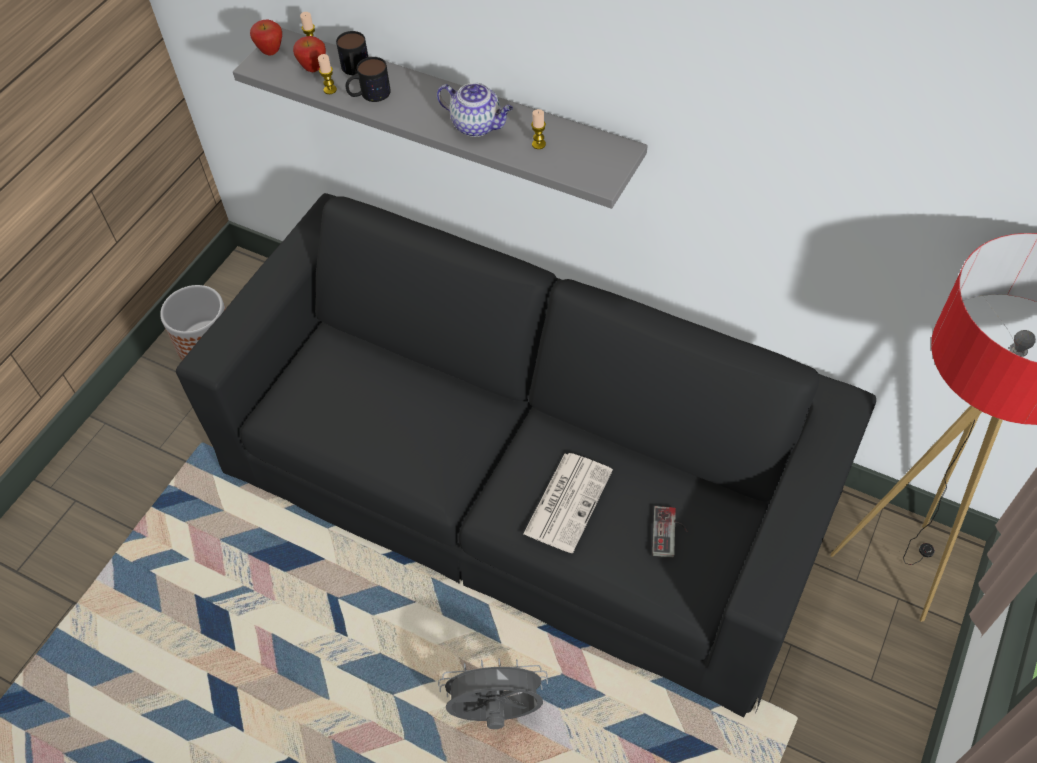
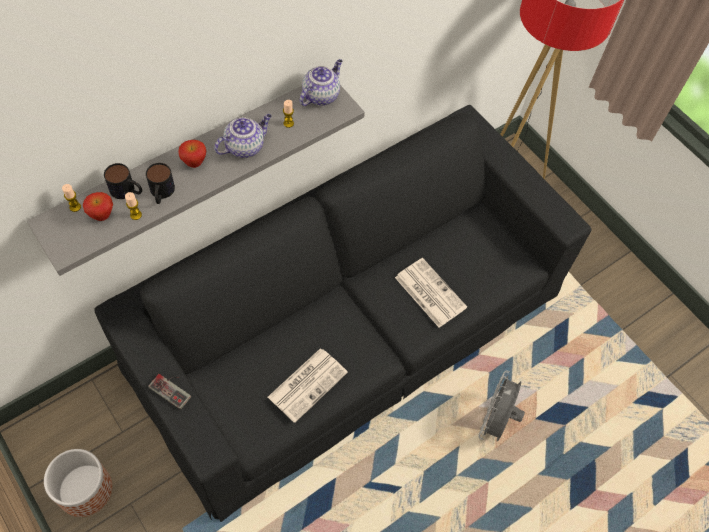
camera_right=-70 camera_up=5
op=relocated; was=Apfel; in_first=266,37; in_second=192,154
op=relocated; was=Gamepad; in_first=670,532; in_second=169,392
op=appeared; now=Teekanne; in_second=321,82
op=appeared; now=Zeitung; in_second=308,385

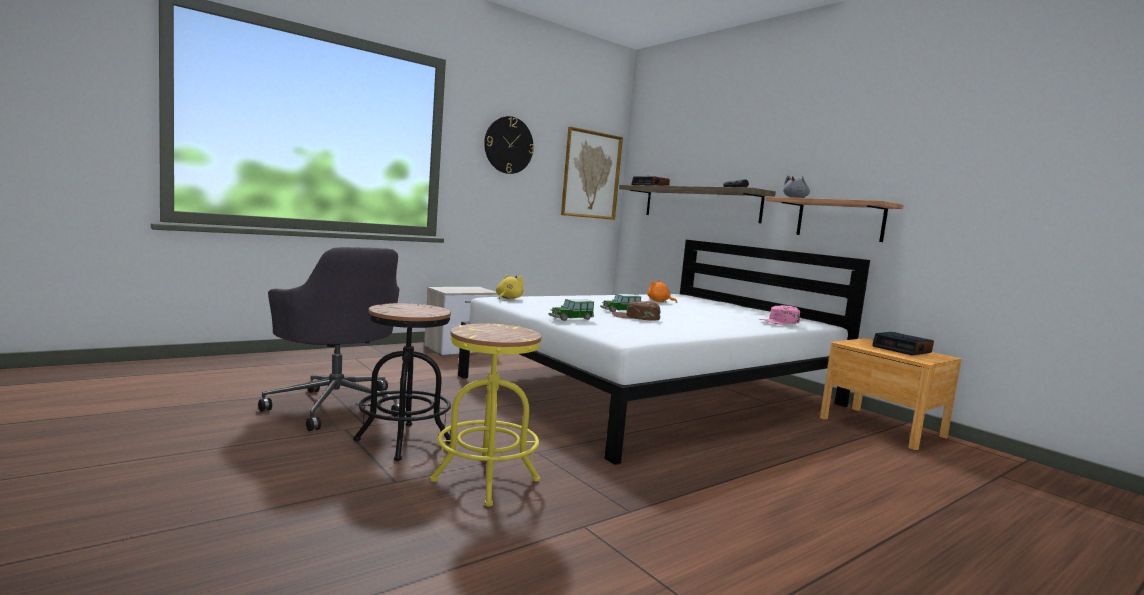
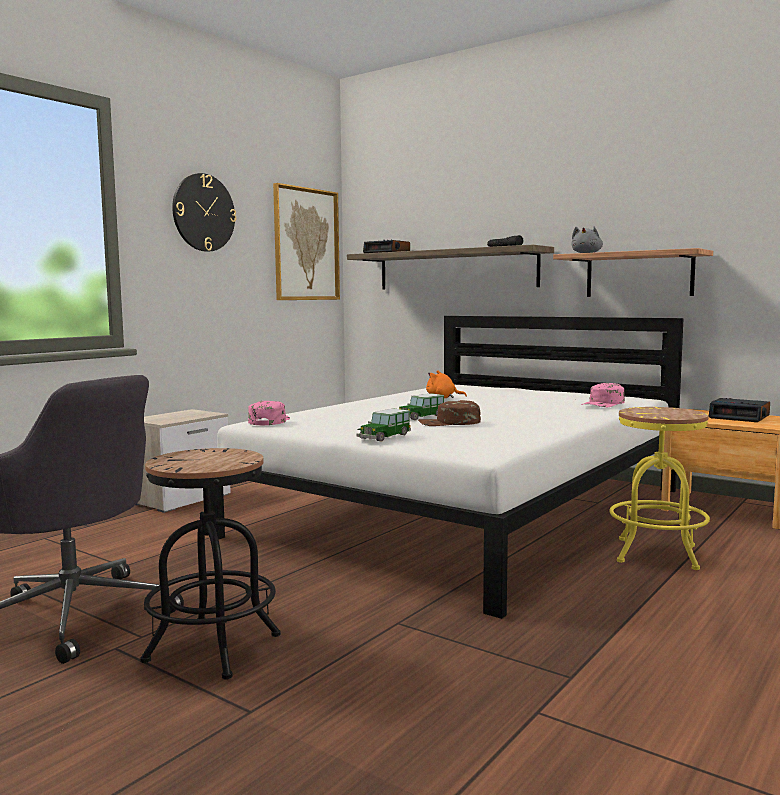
camera_right=-15 camera_up=0
op=exchanged; was=Plüschtier [gelb]; now=Kappe [rosa]; in_first=509,286; in_second=269,413
op=relocated; was=Hocker [gelb]; in_first=486,415; in_second=659,488

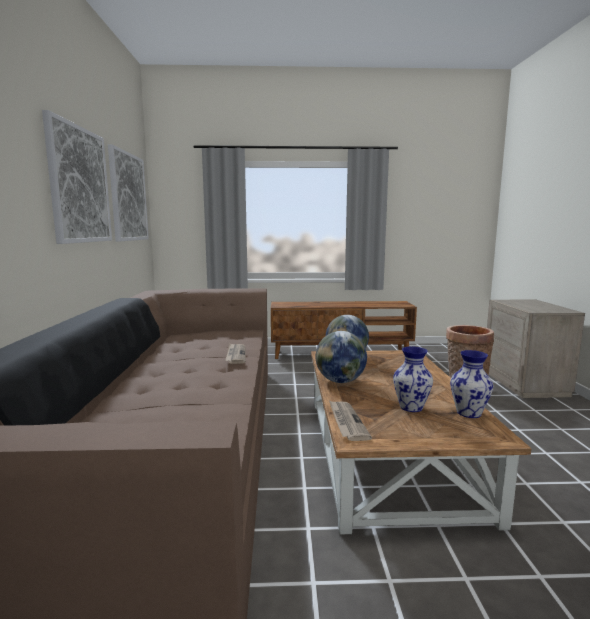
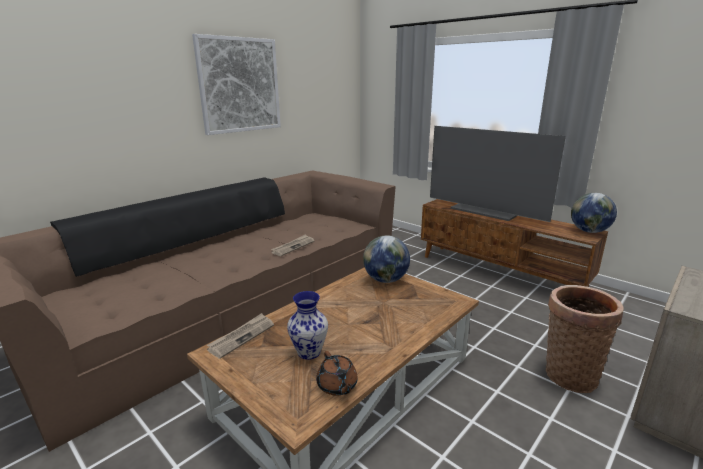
camera_right=45 camera_up=10
op=missing; was=Bild; in_first=128,192
op=relocated; was=Globus; in_first=341,357; in_second=594,213
op=exchanged; was=Vase; now=Teekanne [braun]; in_first=471,384; in_second=337,373
op=appeared; now=Fernseher; in_second=498,174

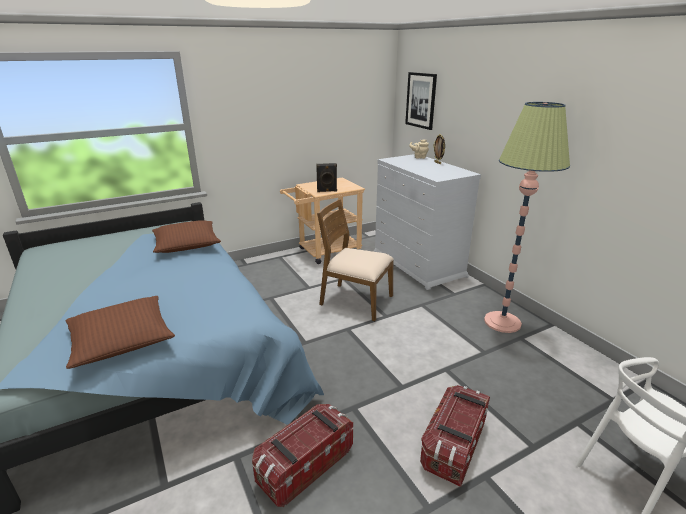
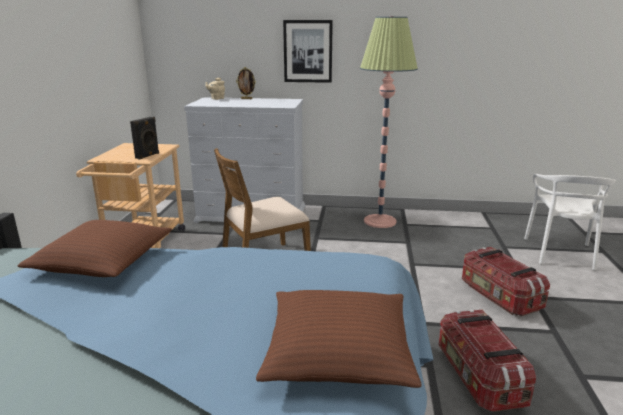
camera_right=-55 camera_up=-5
op=relocated; was=Bild; in_first=421,101; in_second=308,51

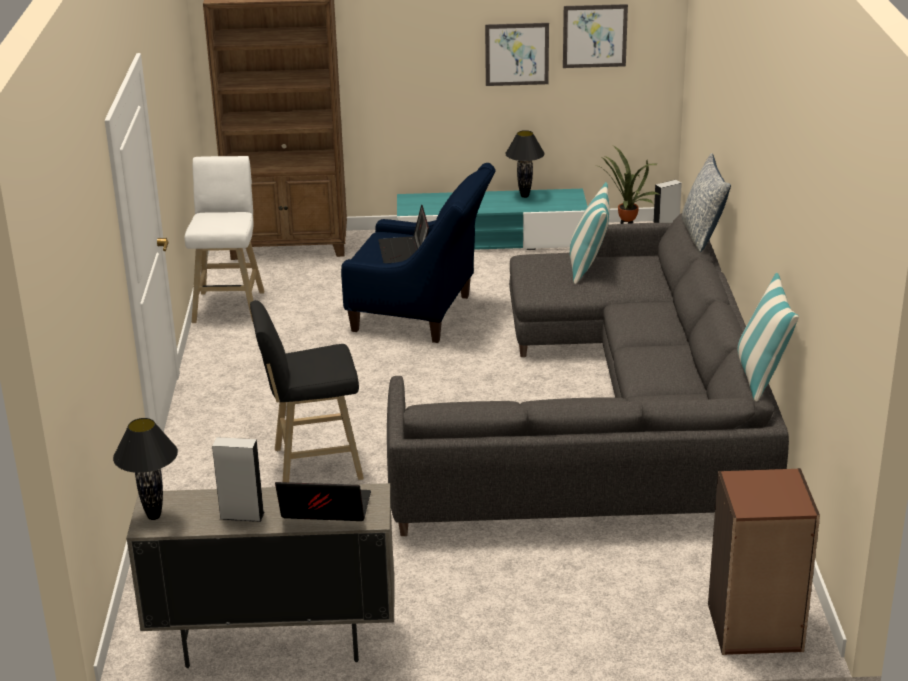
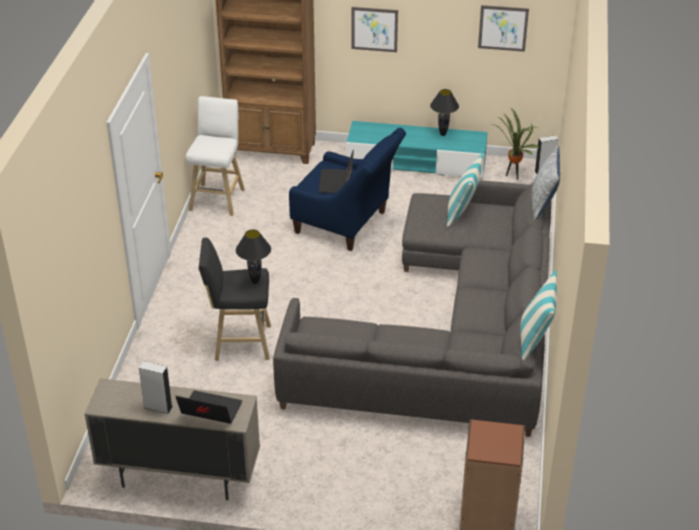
camera_right=10 camera_up=10
op=relocated; was=Bild; in_first=517,54; in_second=375,29
op=relocated; was=Tischlampe [schwarz]; in_first=145,469; in_second=253,257

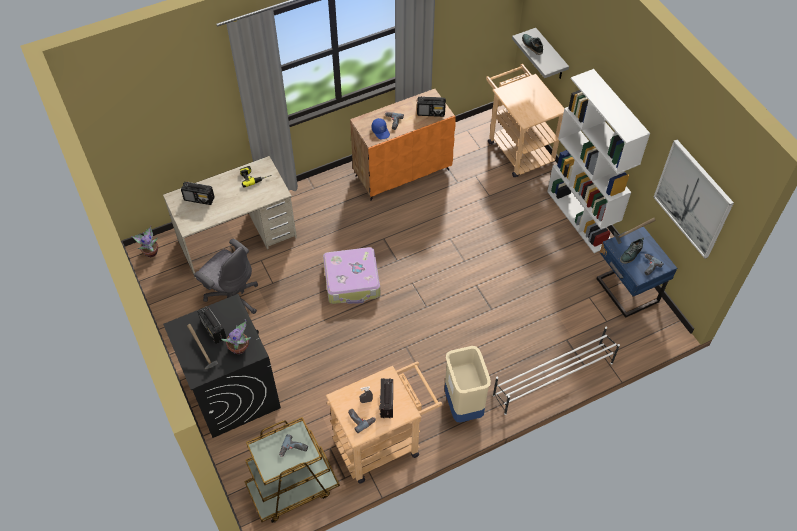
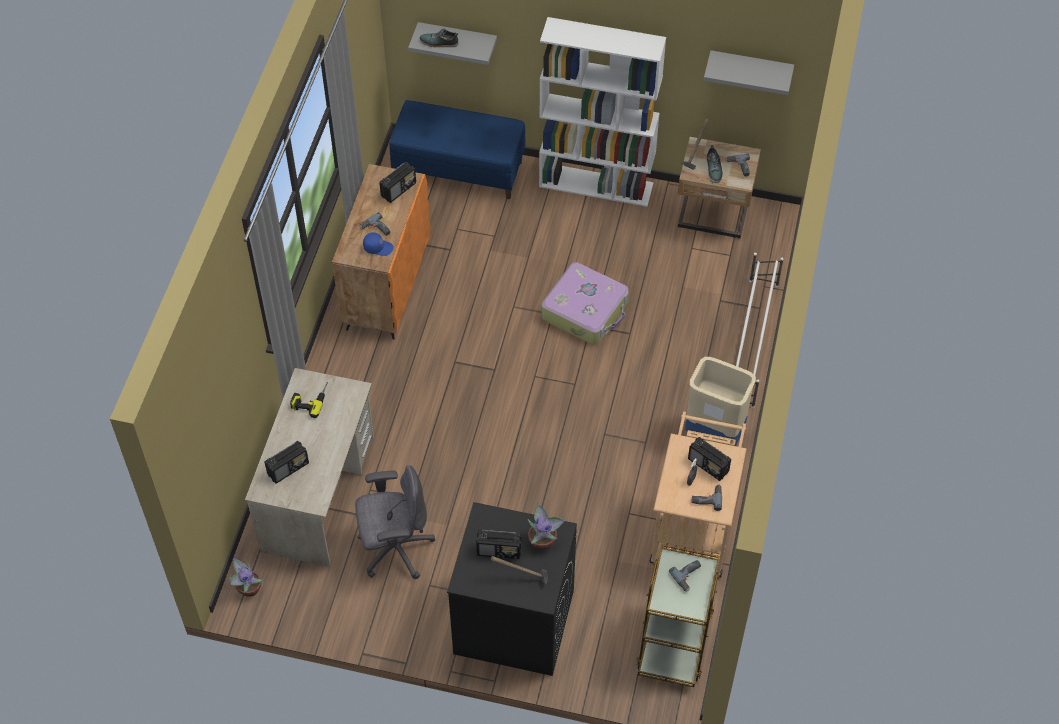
camera_right=-50 camera_up=0
op=exchanged; was=Rollwagen [beige]; now=Bank [blau]; in_first=525,121; in_second=457,149
op=exchanged; was=Bild; now=Wandregal [grau]; in_first=693,199; in_second=749,72
op=colour; was=Nachttisch [blau]; now=Nachttisch [beige]; in_first=636,272; in_second=719,187
op=relocated; was=Koffer; in_first=351,275; in_second=585,303

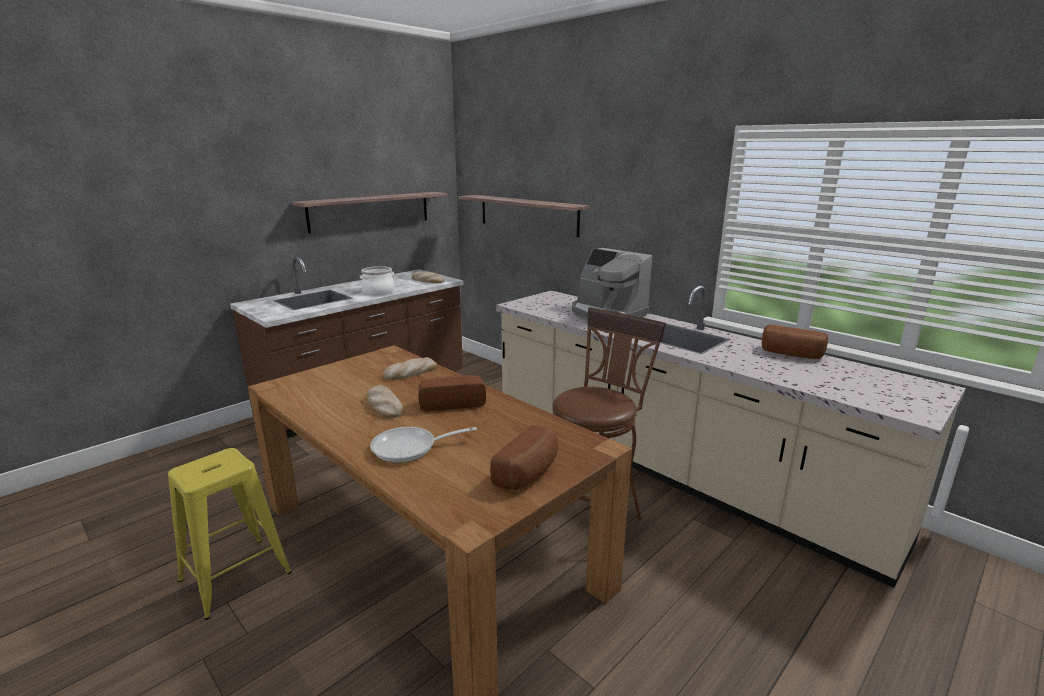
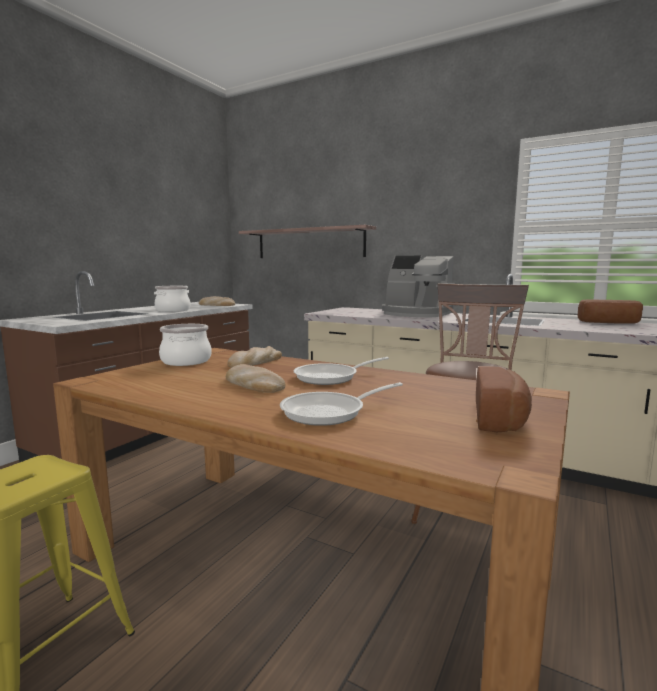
camera_right=-15 camera_up=-10
op=missing; was=Wandregal; in_first=369,213
op=exchanged; was=Brot; now=Pfanne; in_first=452,393; in_second=341,371
op=appeared; now=Kochtopf; in_second=185,345

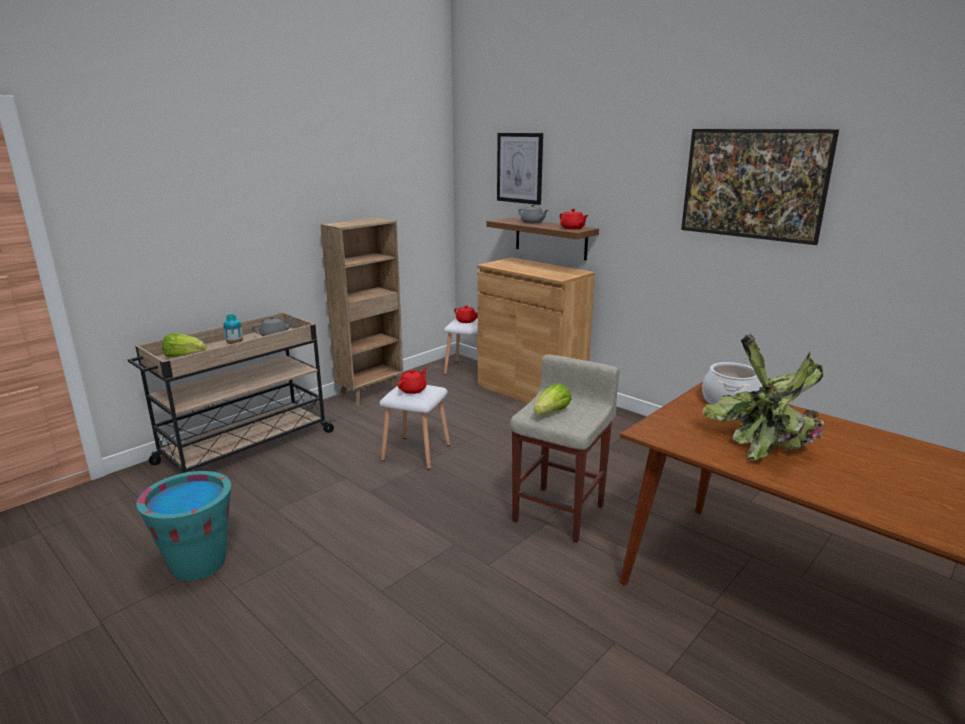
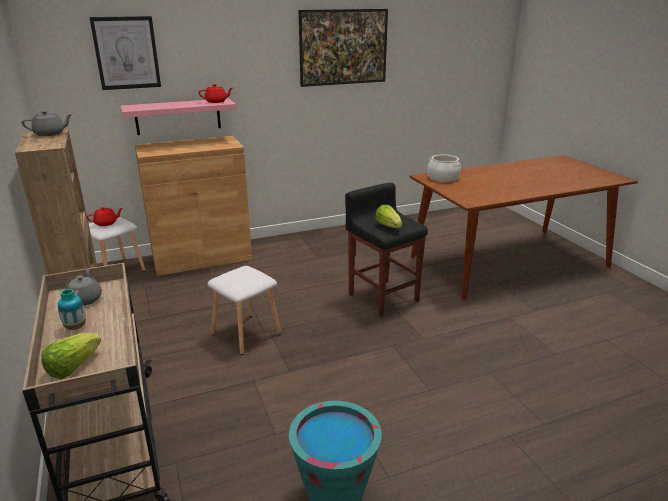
camera_right=-65 camera_up=5
op=relocated; was=Teekanne [grau]; in_first=533,214; in_second=47,123
op=colour; was=Wandregal [braun]; now=Wandregal [rosa]; in_first=542,239; in_second=178,116
op=missing; was=Topfpflanze; in_first=763,397
op=colour; was=Hocker [beige]; now=Hocker [schwarz]; in_first=565,449; in_second=386,250
op=missing; was=Teekanne [rot]; in_first=413,380

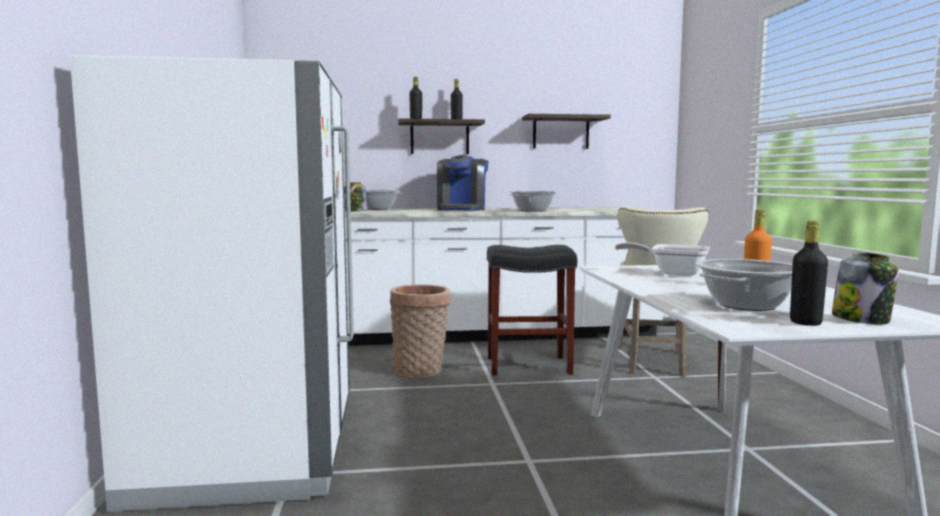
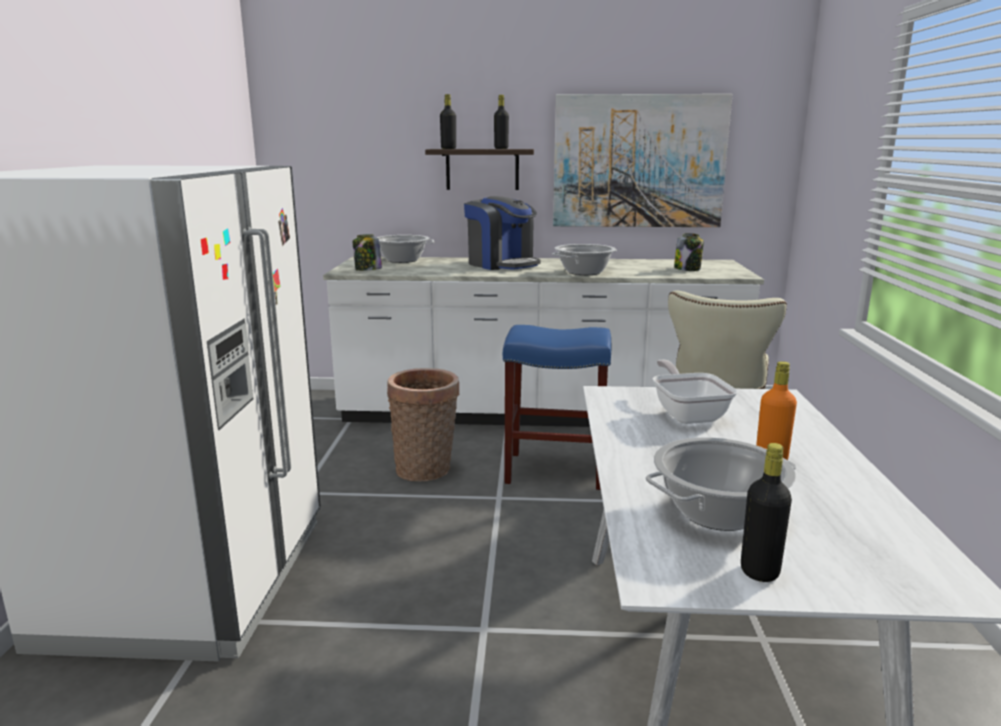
camera_right=10 camera_up=10
op=exchanged; was=Wandregal; now=Bild; in_first=566,131; in_second=643,160
op=spun; was=Kaffeemaschine; in_first=462,183; in_second=502,233; clockwise=-60
op=spun; was=Pfanne; in_first=662,259; in_second=695,392; clockwise=45
op=colour; was=Hocker [schwarz]; now=Hocker [blau]; in_first=532,310; in_second=557,407
op=relocated; was=Vorratsglas; in_first=865,288; in_second=689,252

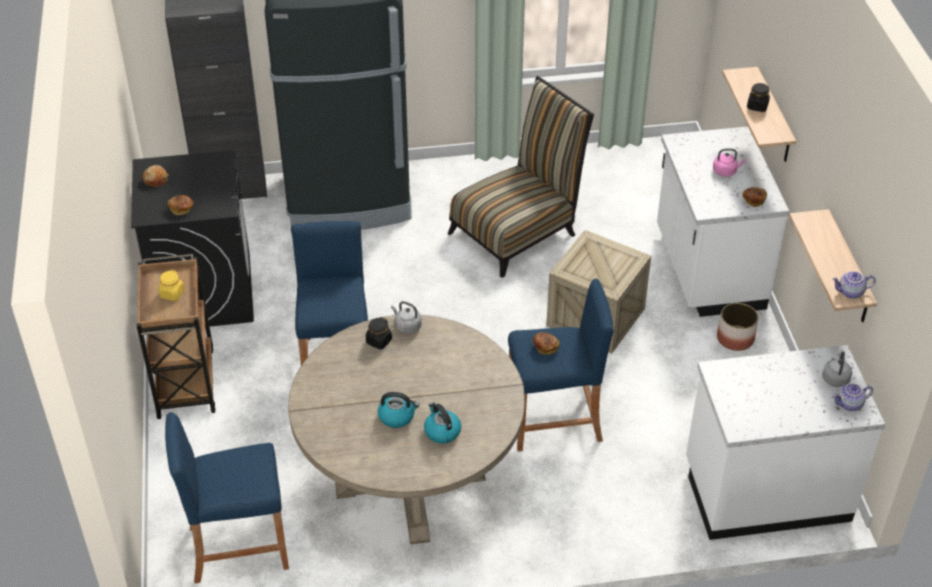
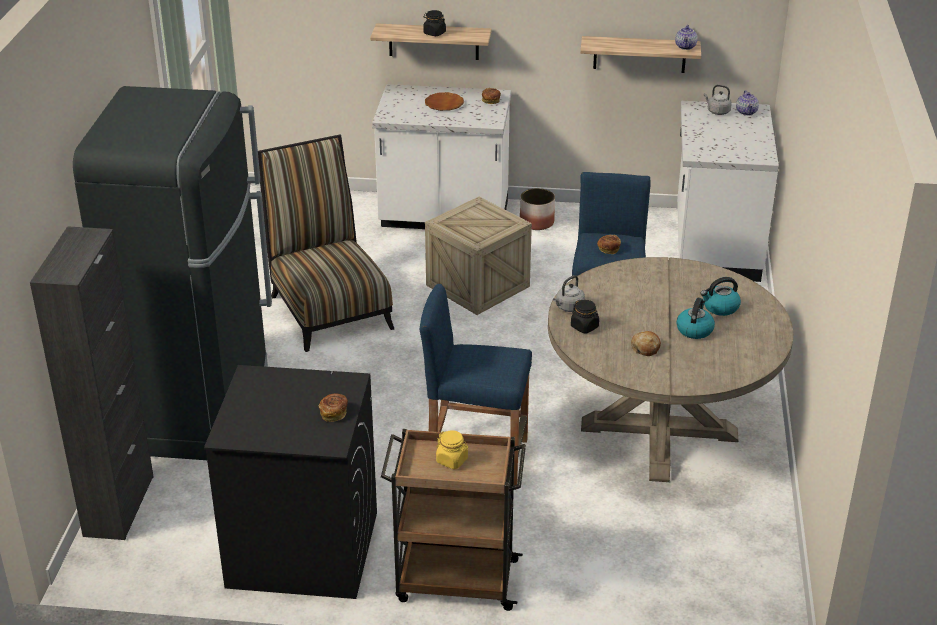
camera_right=-75 camera_up=-10
op=exchanged; was=Wasserkessel [rosa]; now=Teller [braun]; in_first=729,162; in_second=444,101
op=relocated; was=Brot; in_first=155,176; in_second=646,343
op=missing; was=Hocker [blau]; in_first=227,497

